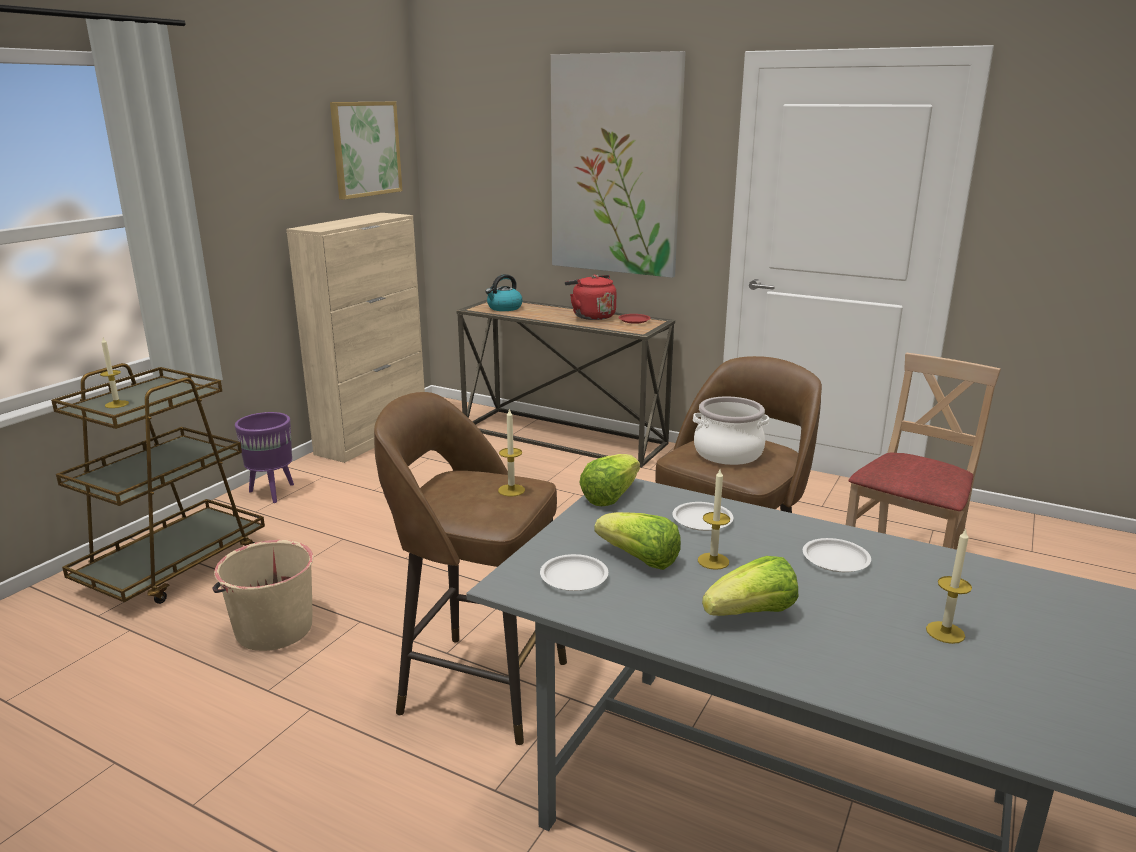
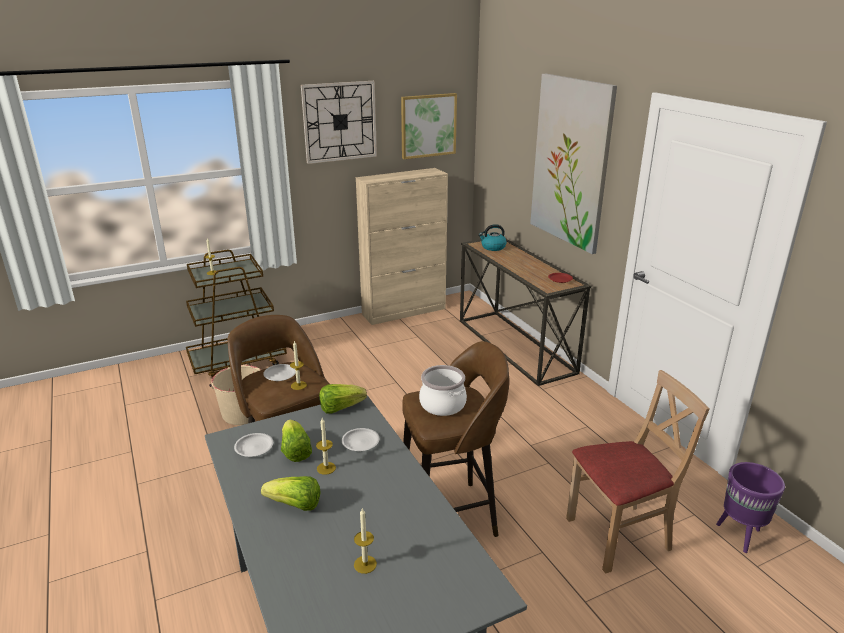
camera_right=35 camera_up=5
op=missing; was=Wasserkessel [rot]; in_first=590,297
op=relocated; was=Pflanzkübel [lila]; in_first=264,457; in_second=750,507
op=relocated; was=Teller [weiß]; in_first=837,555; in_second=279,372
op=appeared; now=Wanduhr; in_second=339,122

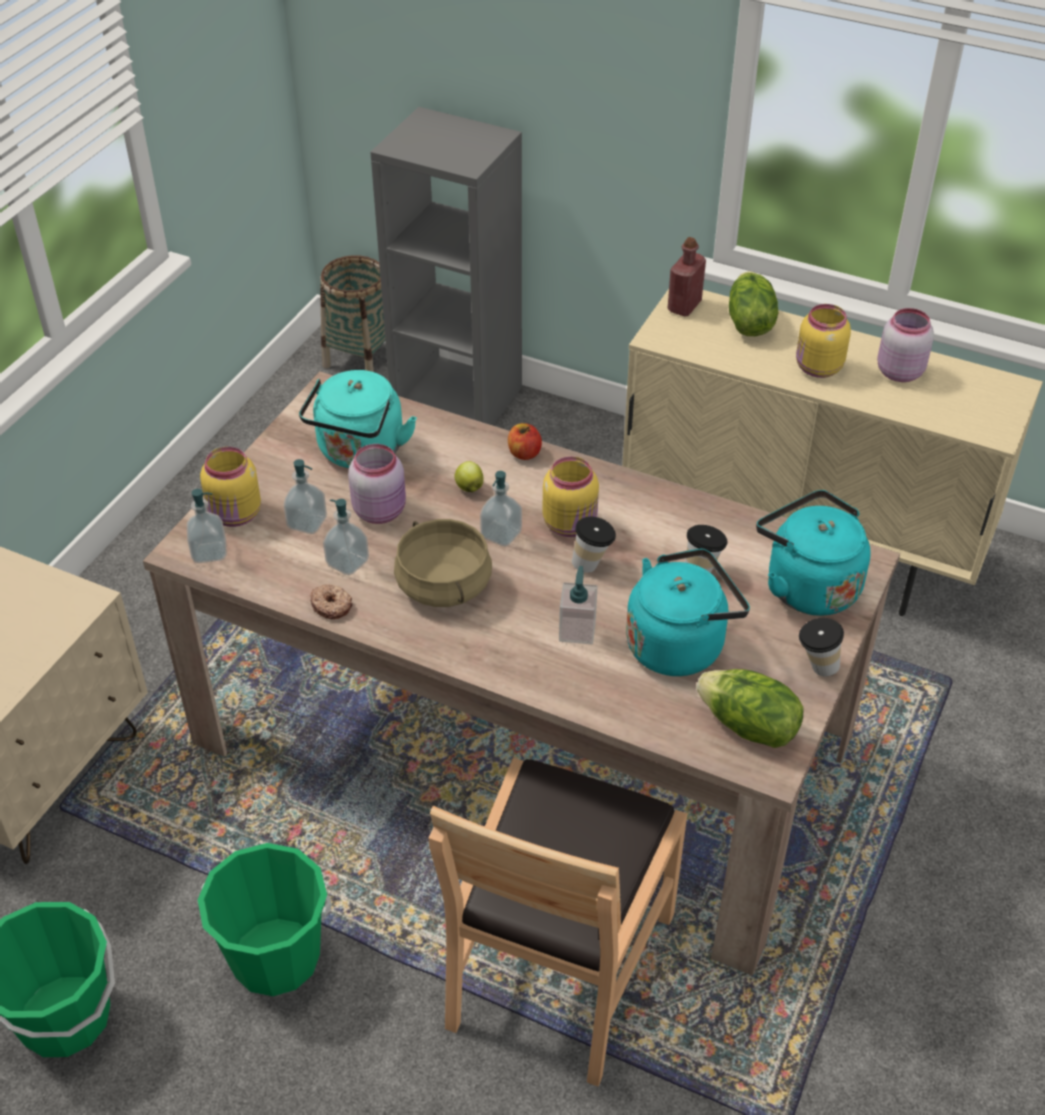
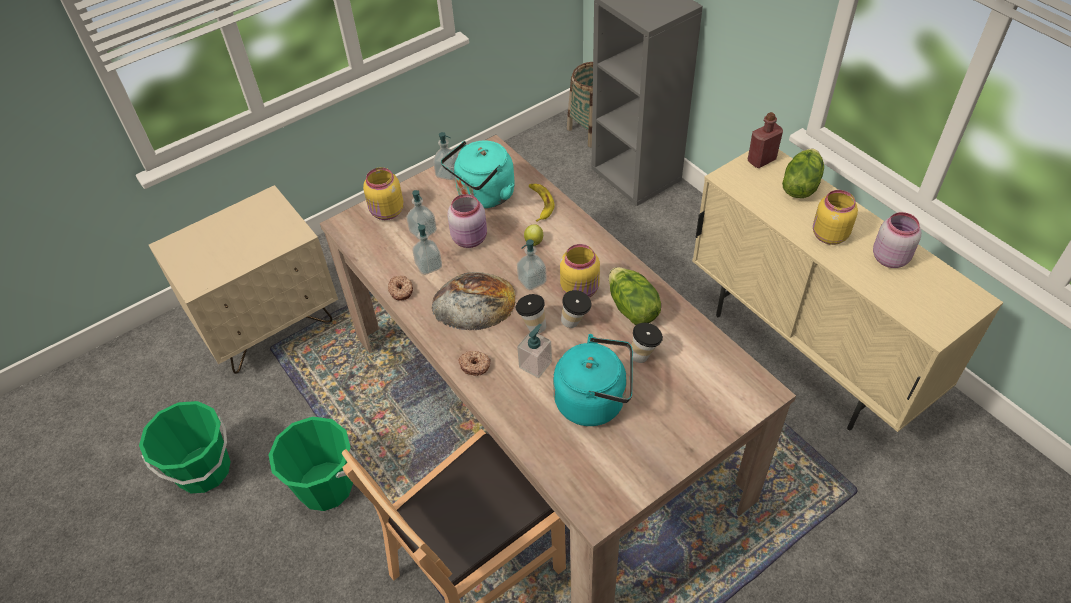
camera_right=30 camera_up=5
op=missing; was=Apfel; in_first=525,441
op=relocated; was=Seifenspender; in_first=207,526; in_second=445,156
op=missing; was=Wasserkessel [türkis]; in_first=813,553
op=exchanged; was=Kochtopf [beige]; now=Brot; in_first=443,563; in_second=473,301
op=relocated; was=Tasse; in_first=821,647; in_second=531,314
op=relocated; was=Salatkopf; in_first=749,708; in_second=635,296
op=appeared; now=Banane; in_second=542,203
op=appeared; now=Donut; in_second=474,363

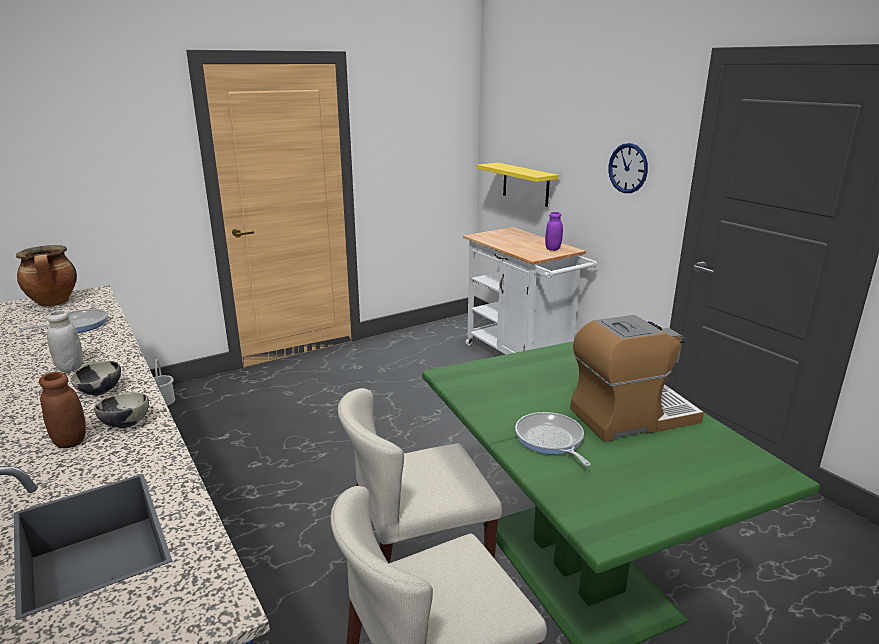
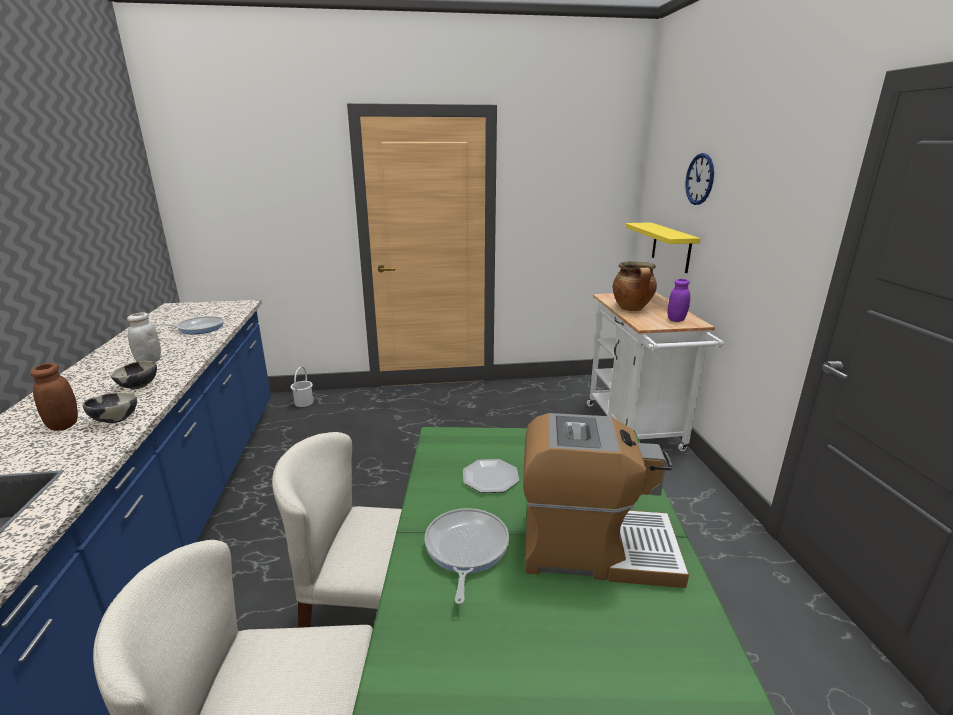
camera_right=25 camera_up=0
op=relocated; was=Wanduhr; in_first=628,168; in_second=699,179
op=relocated; was=Kochtopf; in_first=46,275; in_second=635,286
op=appeared; now=Teller; in_second=491,476

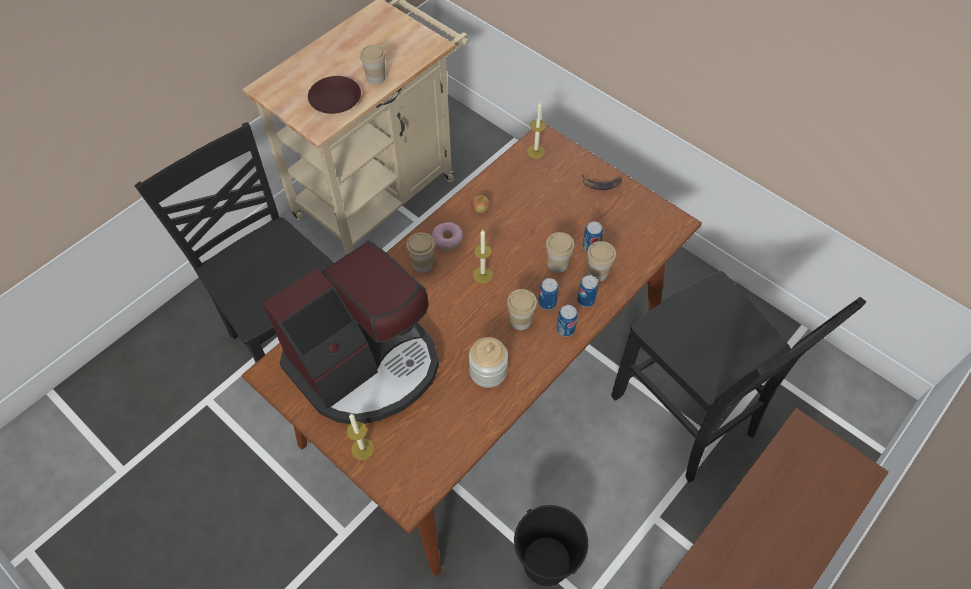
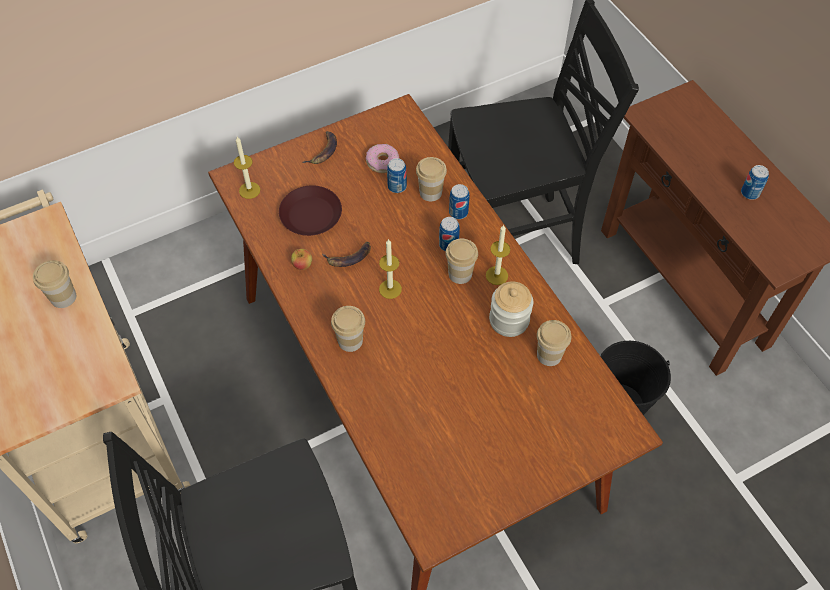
camera_right=-70 camera_up=0
op=relocated; was=Teller [braun]; in_first=334,95; in_second=310,210
op=relocated; was=Donut; in_first=447,236; in_second=383,158
op=relocated; was=Tasse; in_first=560,252; in_second=554,343
op=missing; was=Kaffeemaschine; in_first=351,332
op=relocated; was=Dose; in_first=567,321; in_second=755,182
op=relocated; was=Kerze; in_first=360,437; in_second=498,255
op=appeared; now=Banane; in_second=346,254

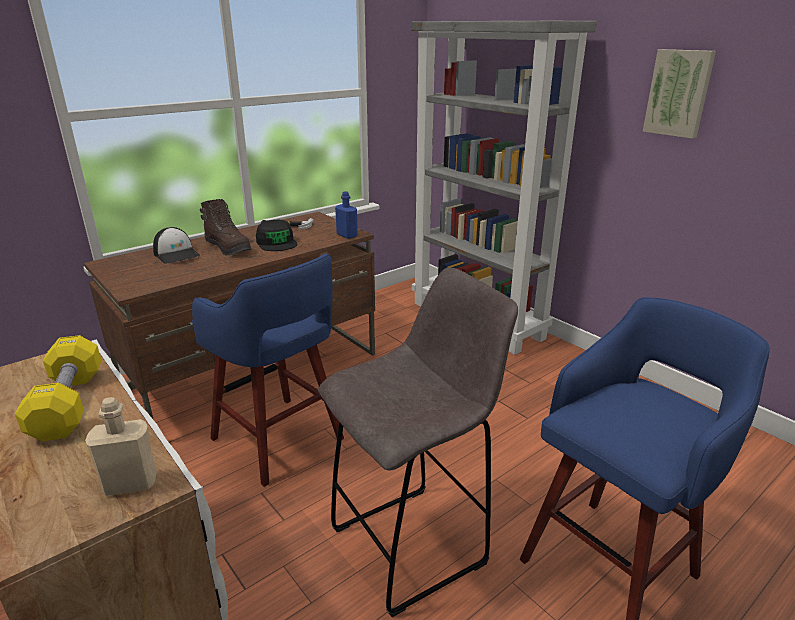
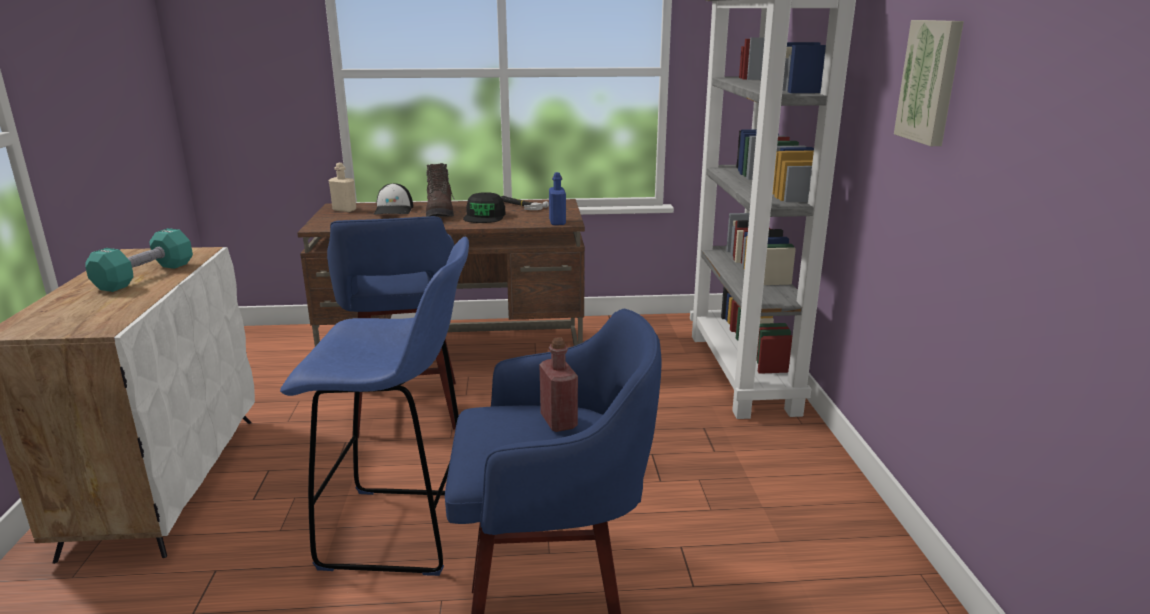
camera_right=35 camera_up=-5
op=colour; was=Hocker [grau]; now=Hocker [blau]; in_first=418,442; in_second=374,406
op=colour; was=Hantel [gelb]; now=Hantel [türkis]; in_first=58,388; in_second=139,260
op=relocated; was=Flasche [beige]; in_first=121,446; in_second=342,187
op=appeared; now=Flasche [rot]; in_second=558,384

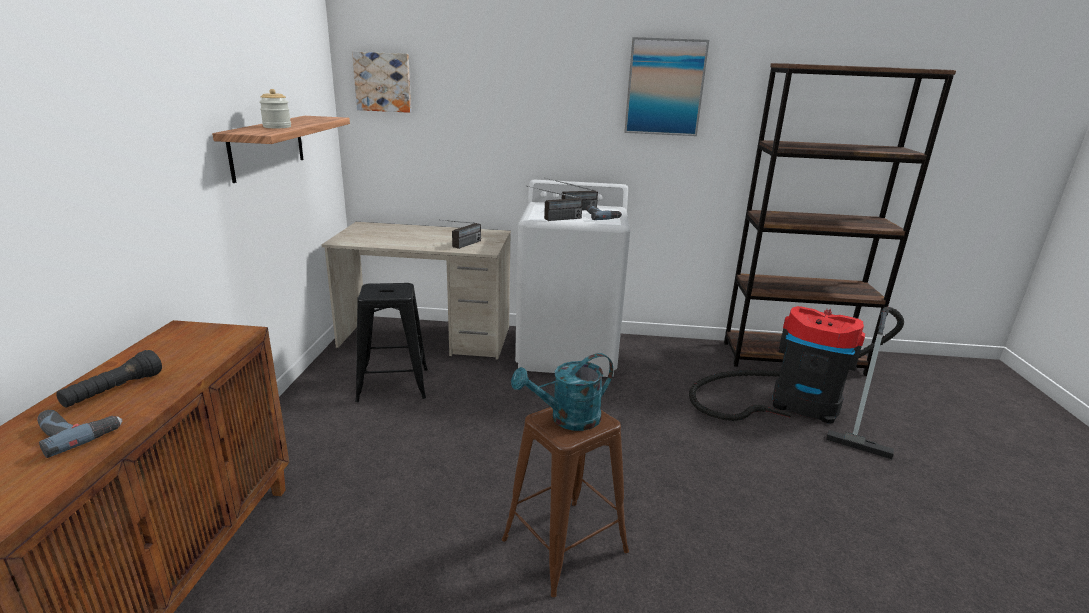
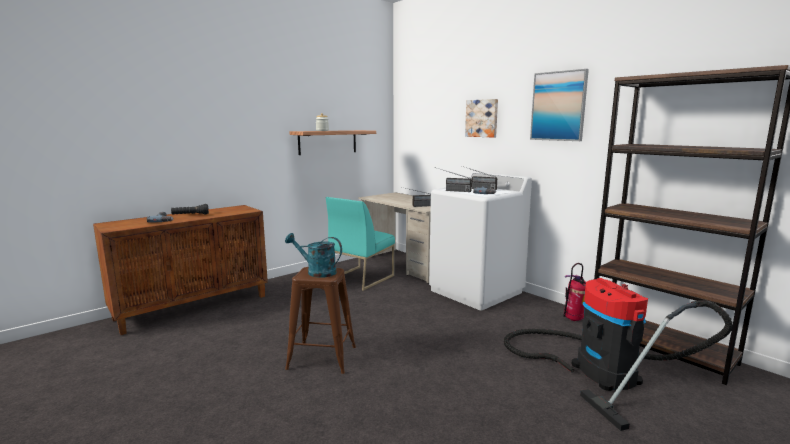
camera_right=45 camera_up=-10
op=relocated; was=Bild; in_first=381,82; in_second=481,118
op=exchanged; was=Hocker [schwarz]; now=Stuhl [türkis]; in_first=391,342; in_second=360,244
op=appeared; now=Feuerlöscher; in_second=574,292

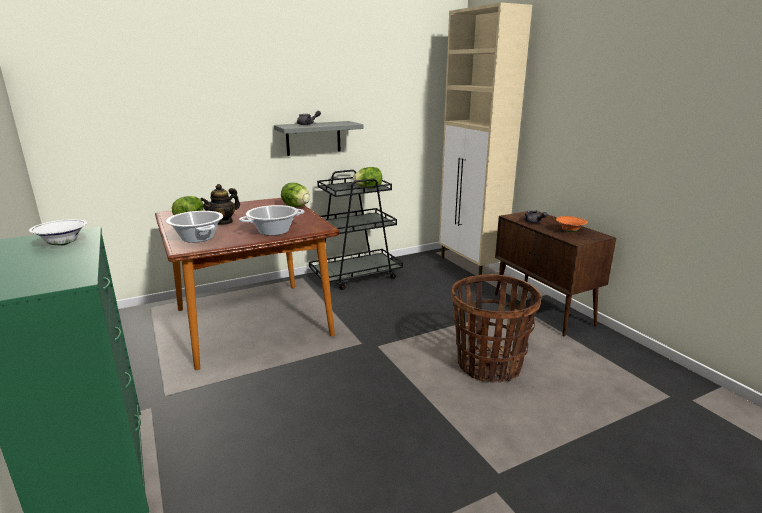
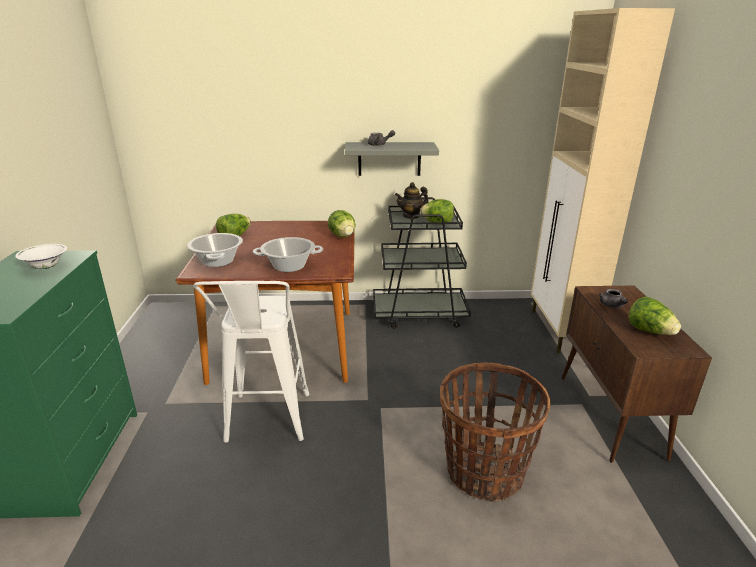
camera_right=25 camera_up=5
op=relocated; was=Teekanne; in_first=220,204; in_second=412,200
op=exchanged; was=Schüssel [orange]; now=Salatkopf; in_first=572,224; in_second=654,316
op=appeared; now=Hocker [weiß]; in_second=251,361

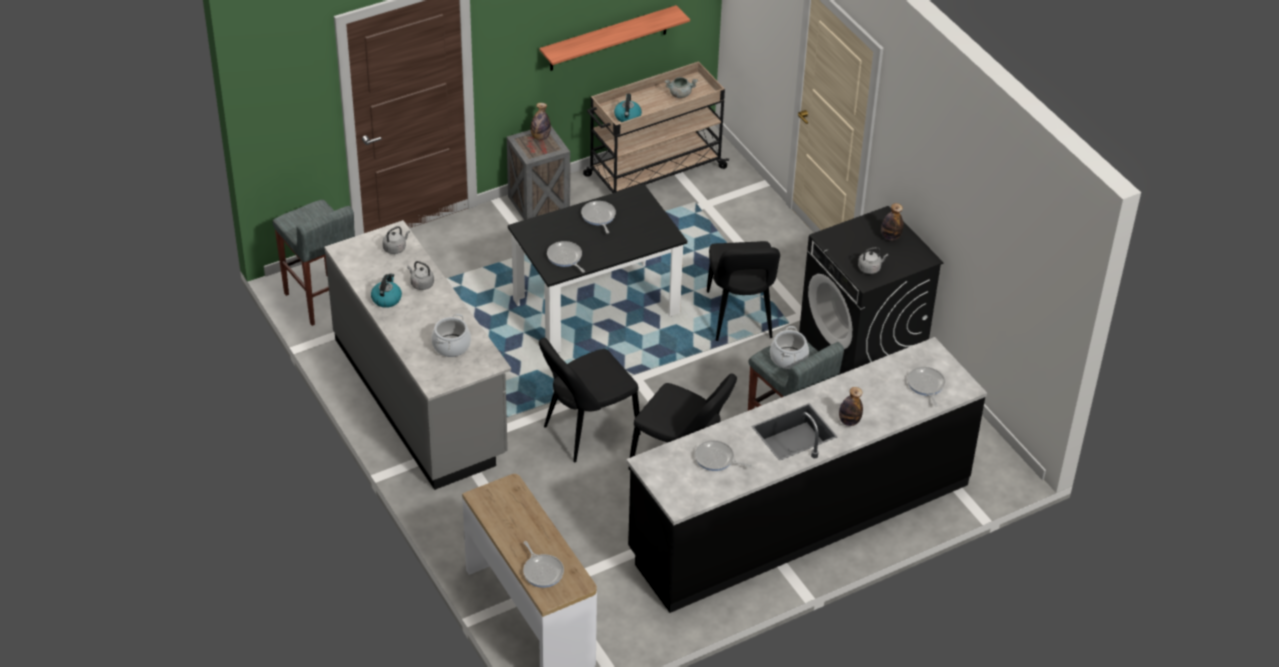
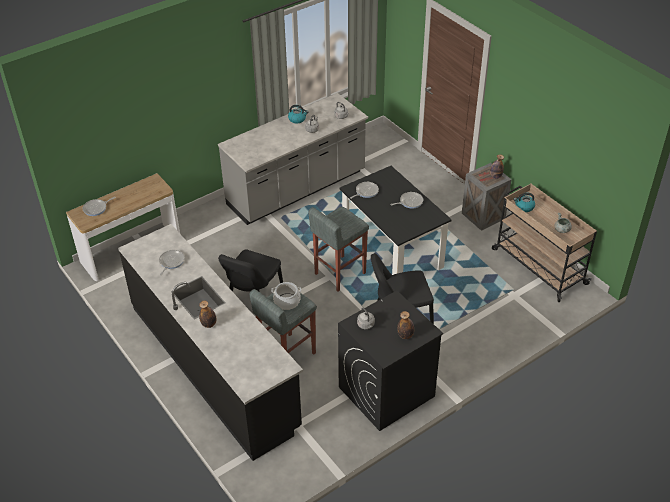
camera_right=85 camera_up=0
op=missing; was=Wandregal; in_first=615,38
op=relocated; was=Hocker [grau]; in_first=313,263; in_second=338,249
op=missing; was=Kochtopf; in_first=451,335
op=missing; was=Stuhl [schwarz]; in_first=590,399
op=missing; was=Pfanne; in_first=926,387

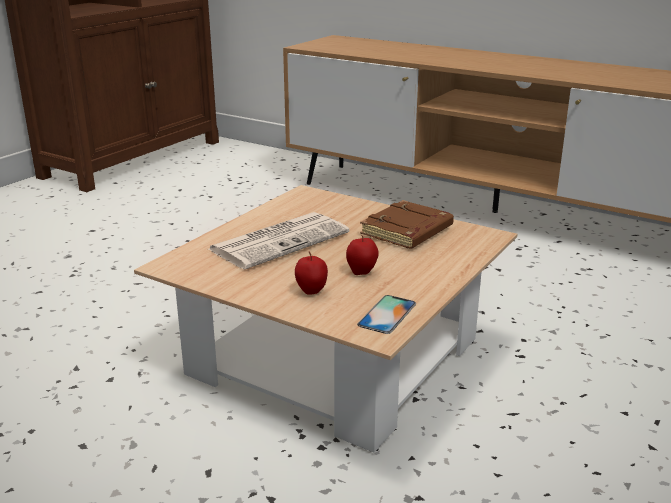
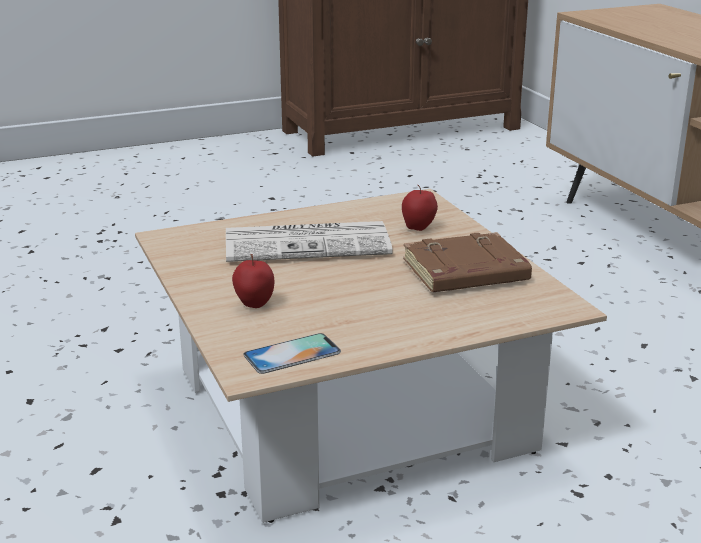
camera_right=35 camera_up=0
op=relocated; was=Apfel; in_first=362,255; in_second=420,208

